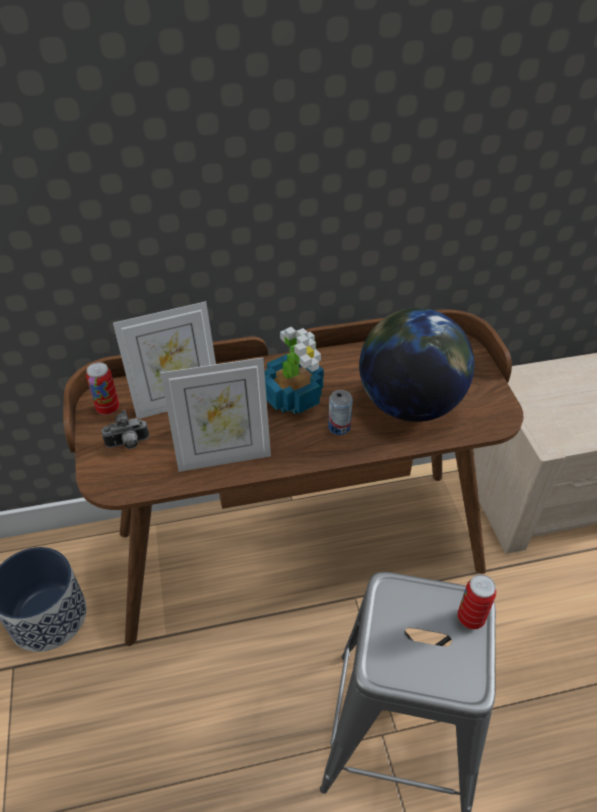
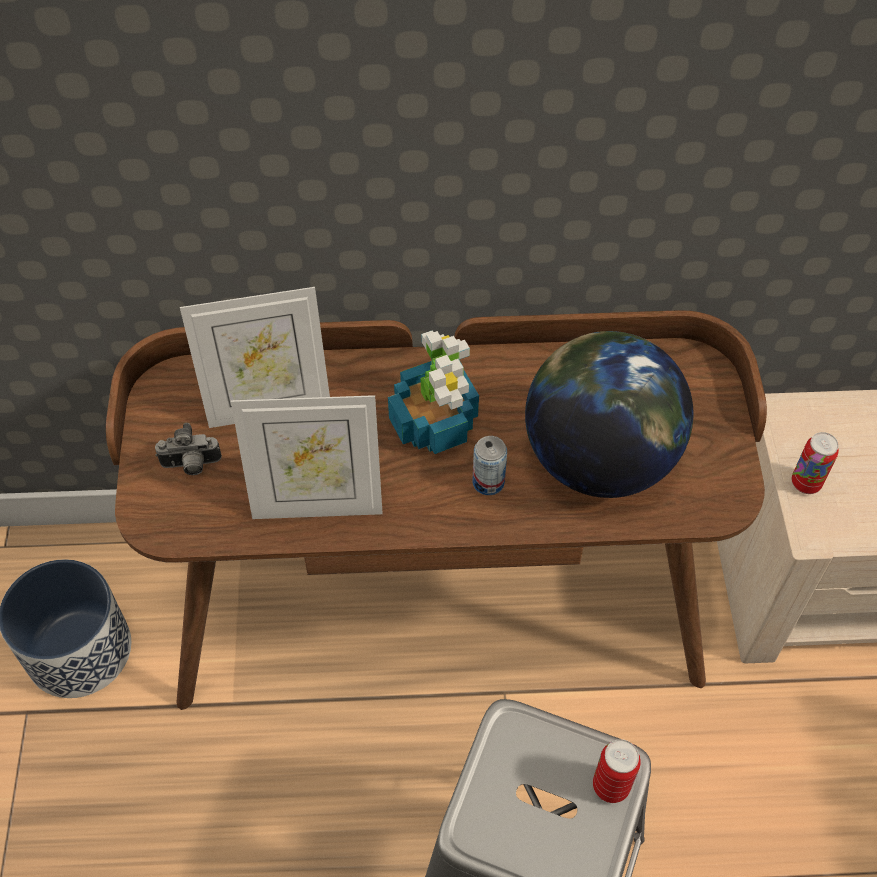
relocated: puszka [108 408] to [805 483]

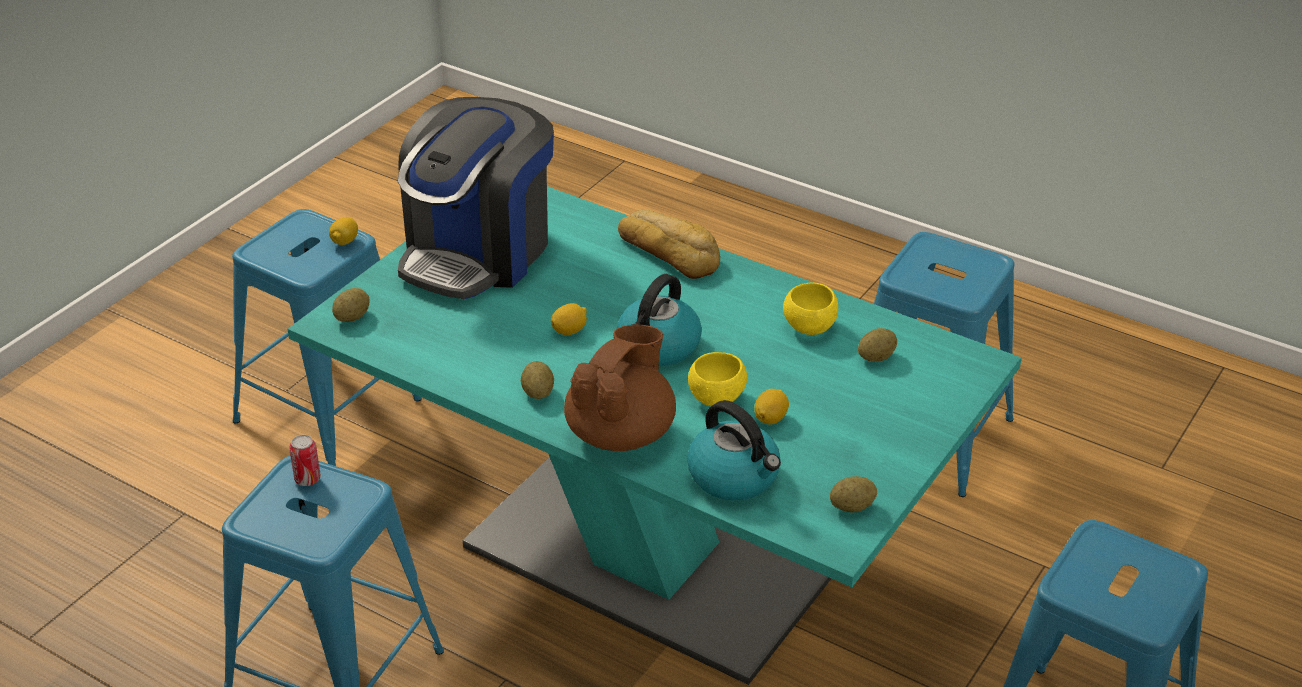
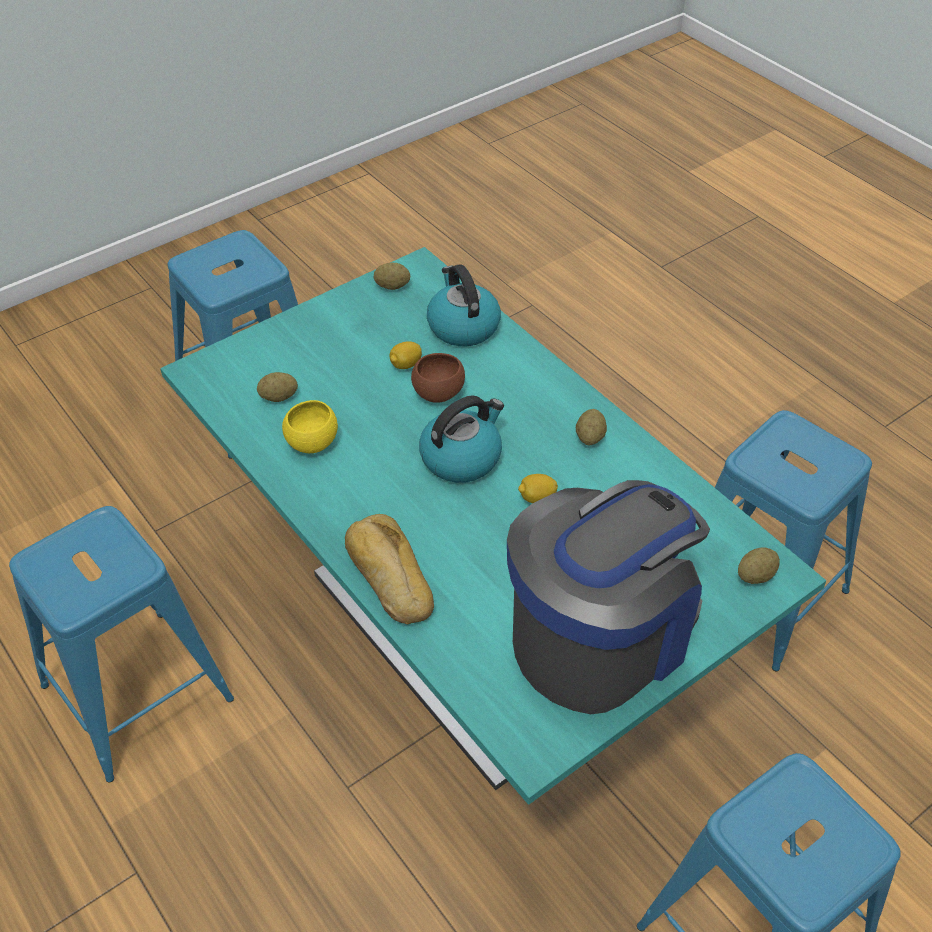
missing: puszka [307 479]; cytryna [345 241]; imbryk (brązowy) [621 433]
colour: miska (żółty) [716 398] to miska (brązowy) [438 393]

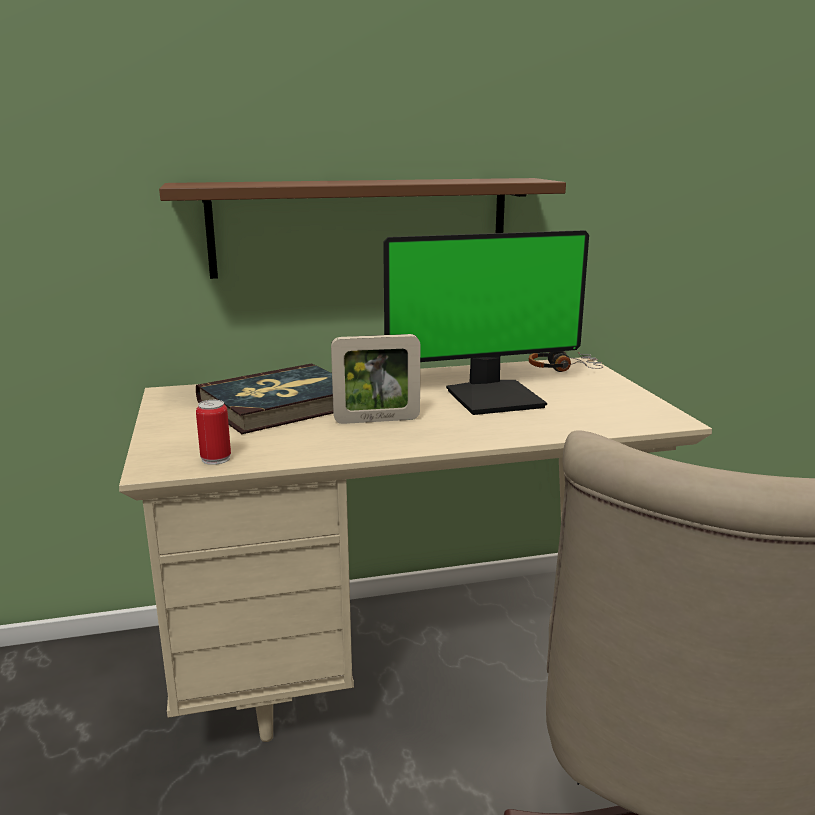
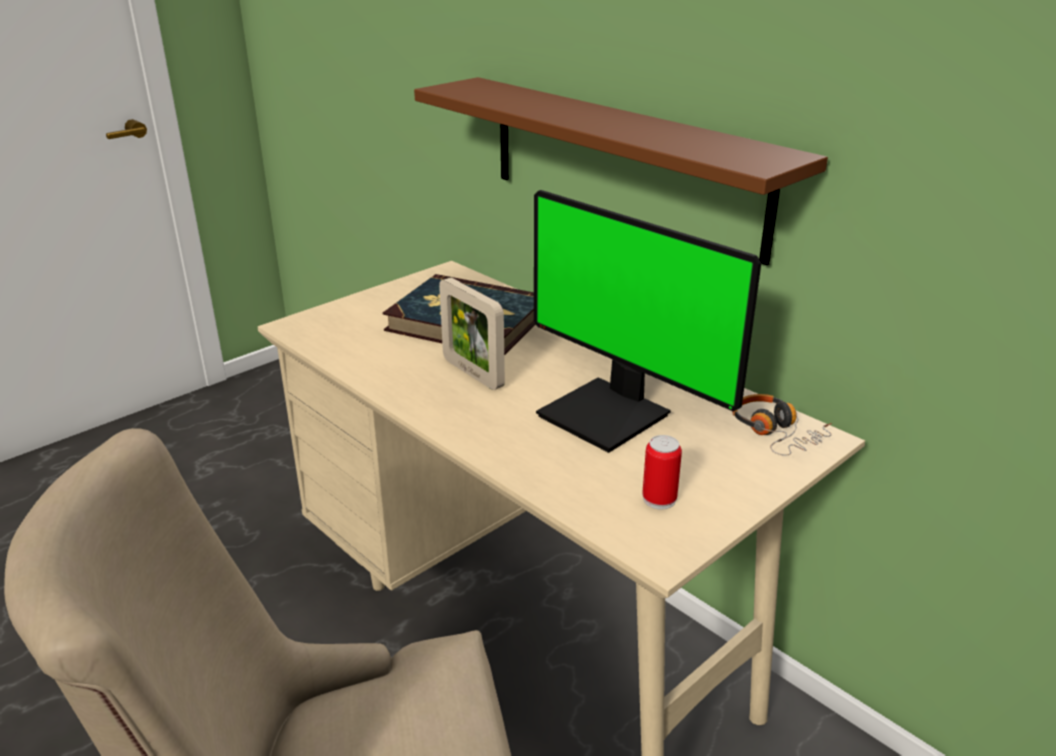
relocated: puszka [216 458] to [659 499]

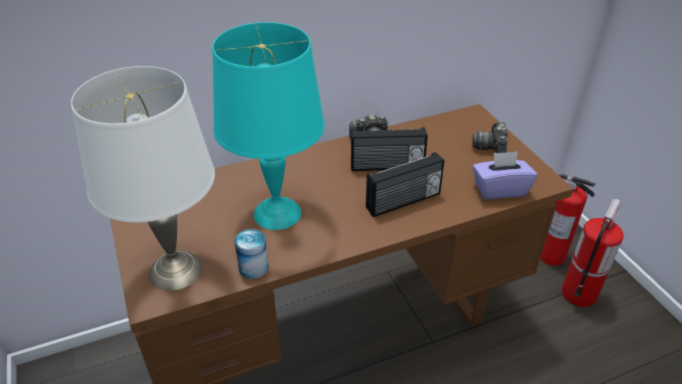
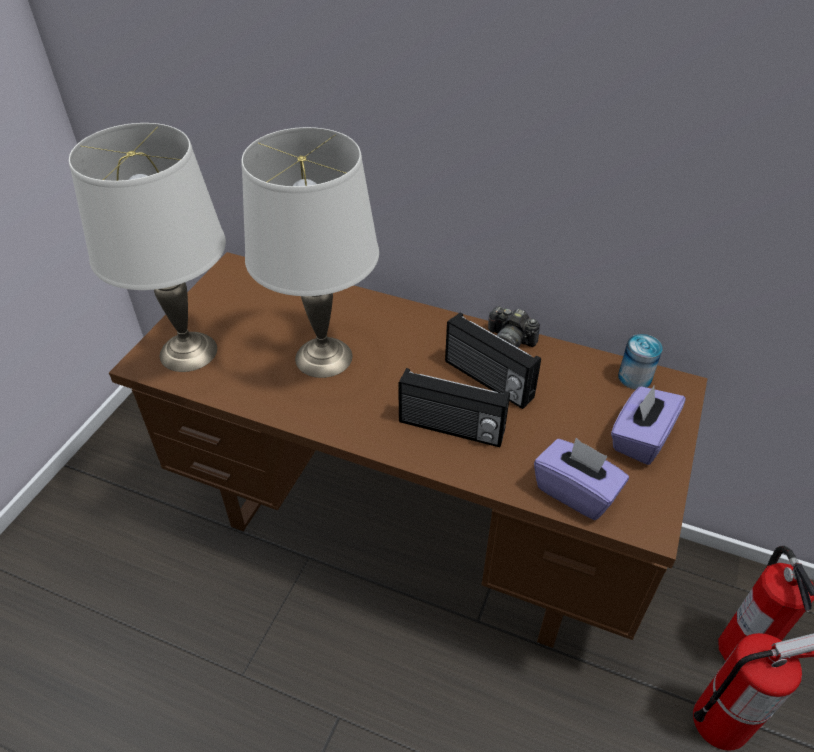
relocated: puszka [253 267] to [634 377]
exchanged: aparat fotograficzny [491 147] to pudełko chusteczek (fioletowy) [640 438]
colour: lampa stołowa (turkusowy) [276 213] to lampa stołowa (biały) [323 357]

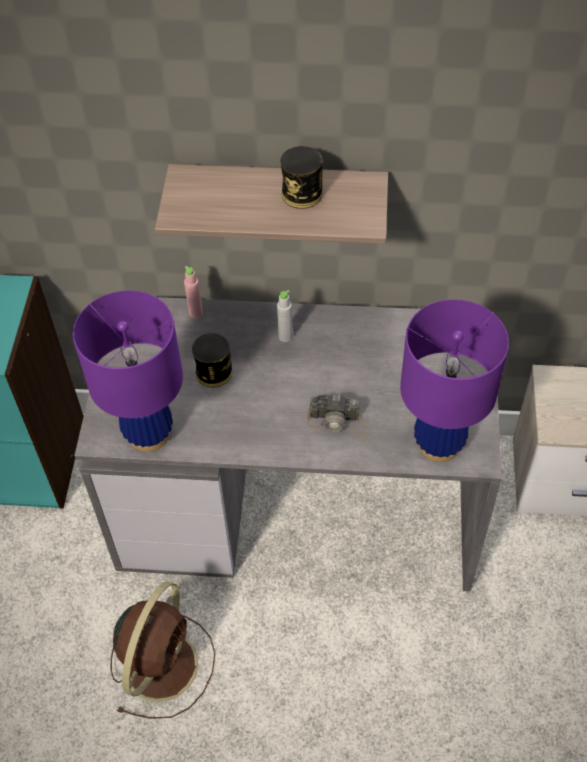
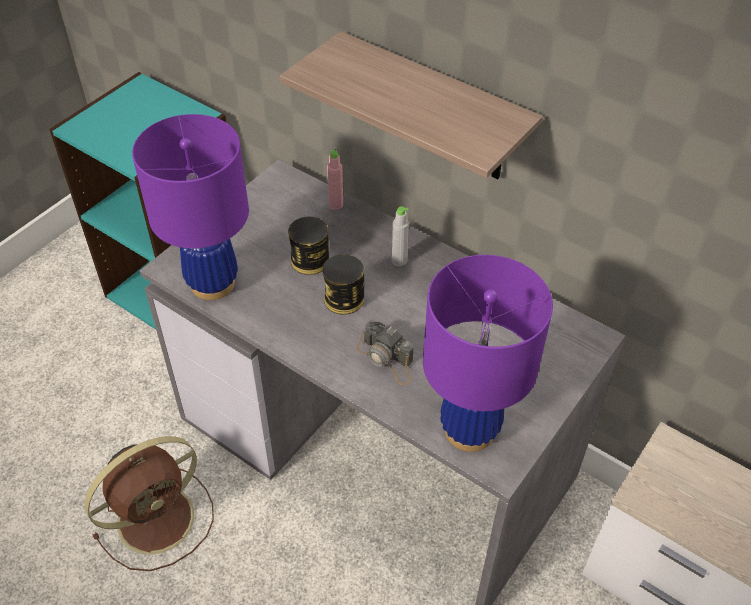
relocated: puszka [302 194] to [344 299]

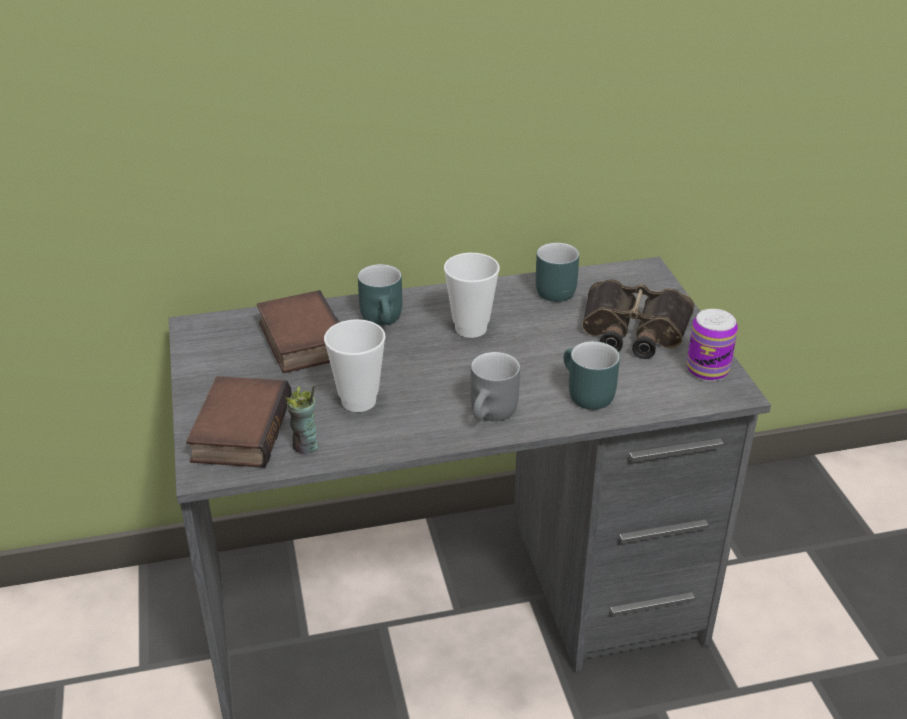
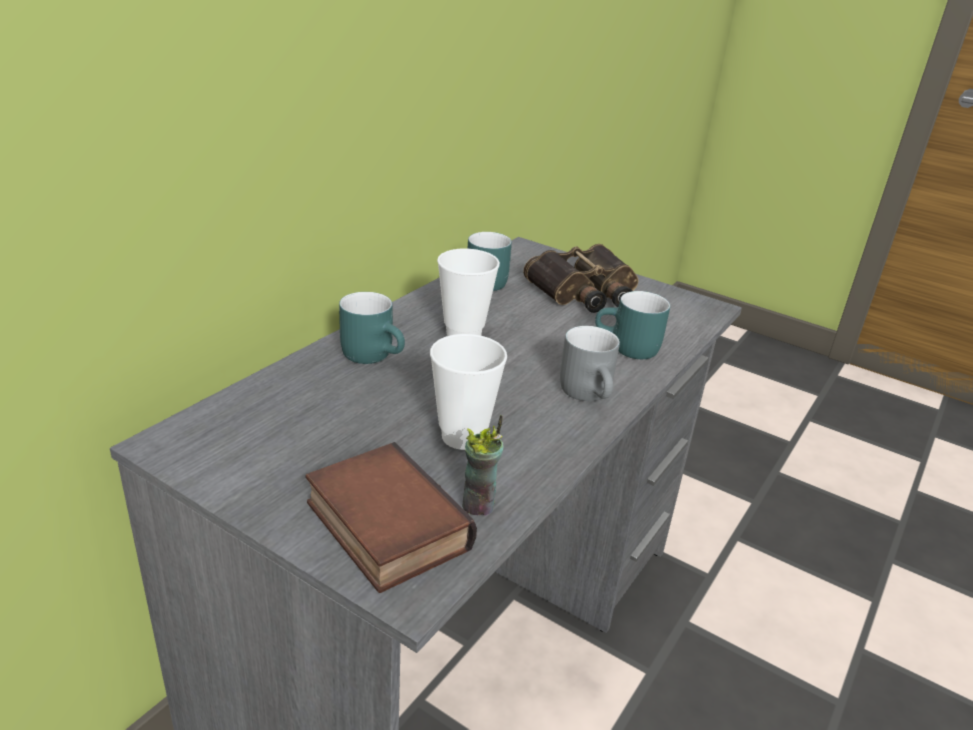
missing: książka [300 340]; puszka [707 370]

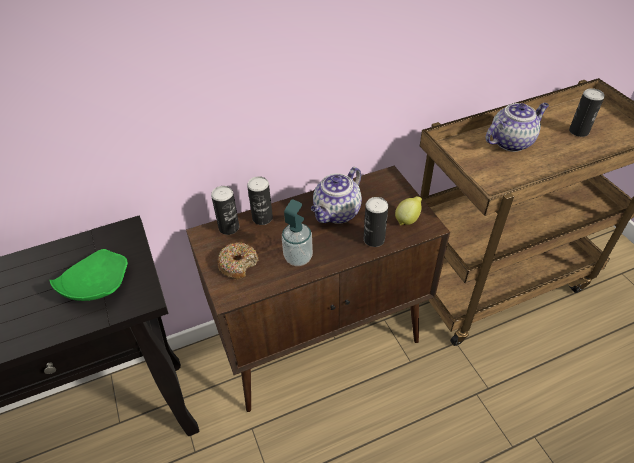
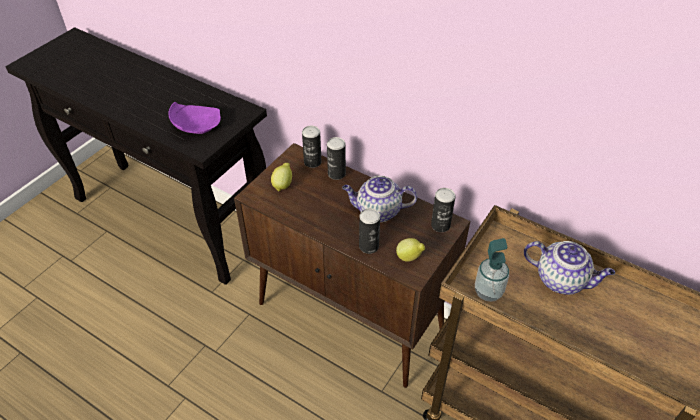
relocated: dozownik mydła [298 257] to [488 292]; puszka [578 131] to [440 225]
exchanged: donut [238 264] to cytryna [283 185]
colour: talerz (zielony) [96 286] to talerz (fioletowy) [196 125]

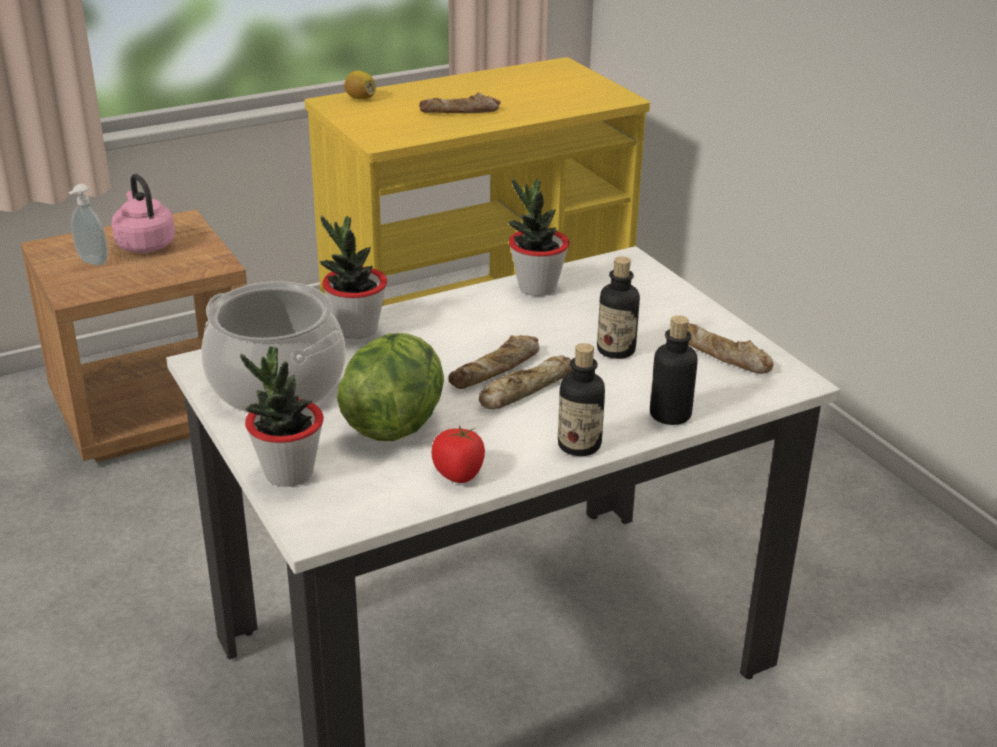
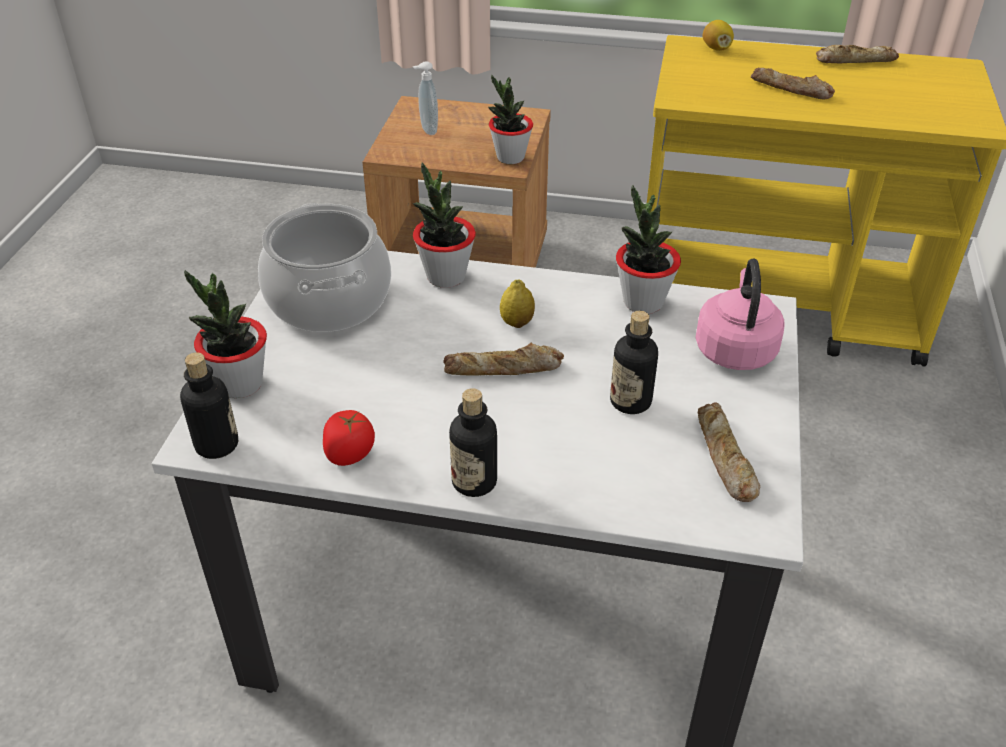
missing: sałata [395 423]
appeared: roślina doniczkowa [510 157]; cytryna [517 322]
relocated: czajnik (różowy) [145 244] to [735 348]; chleb [526 389] to [854 60]; butelka [670 415] to [217 445]

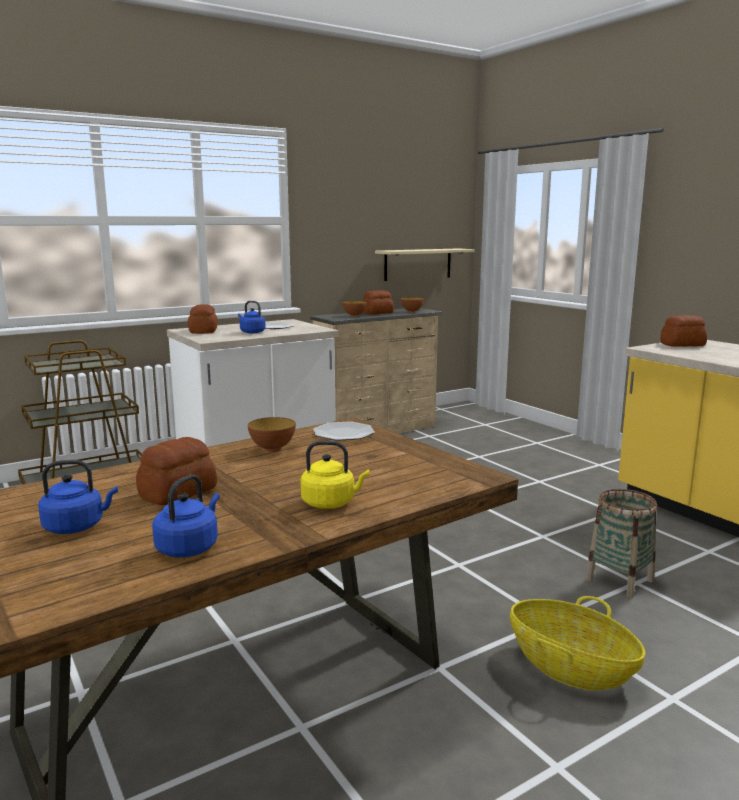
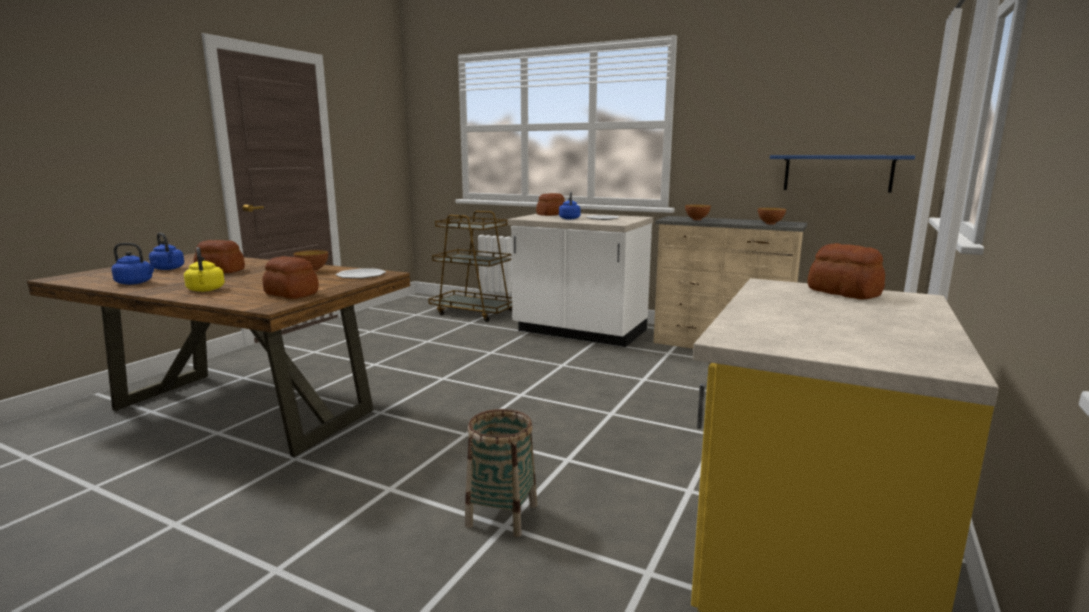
missing: koszyk [570 667]
relocated: chleb [378 313] to [291 294]
colour: półka (beżowy) [418 264] to półka (niebieski) [837 173]

